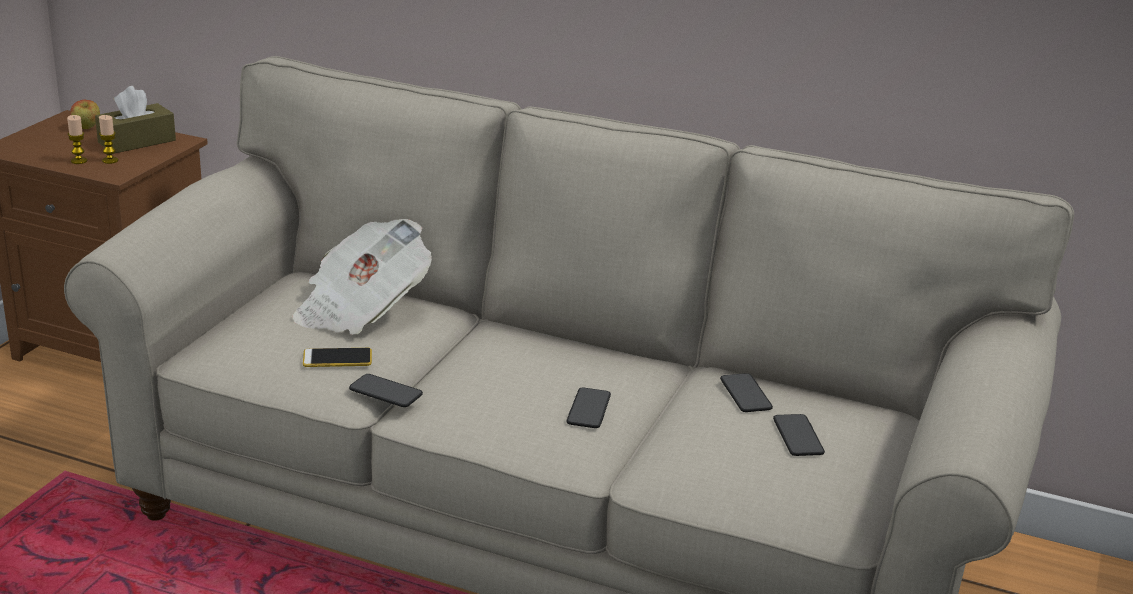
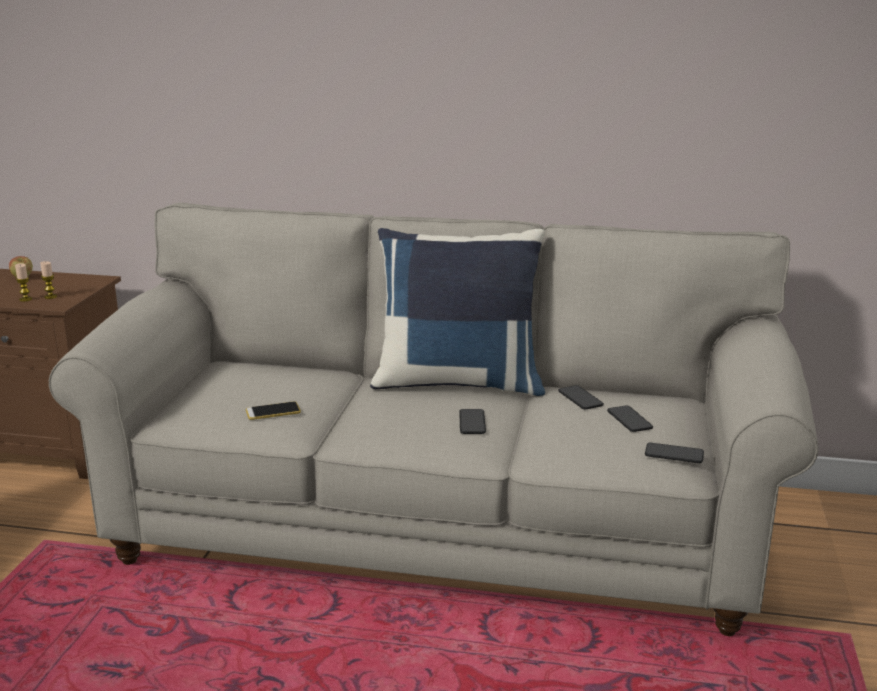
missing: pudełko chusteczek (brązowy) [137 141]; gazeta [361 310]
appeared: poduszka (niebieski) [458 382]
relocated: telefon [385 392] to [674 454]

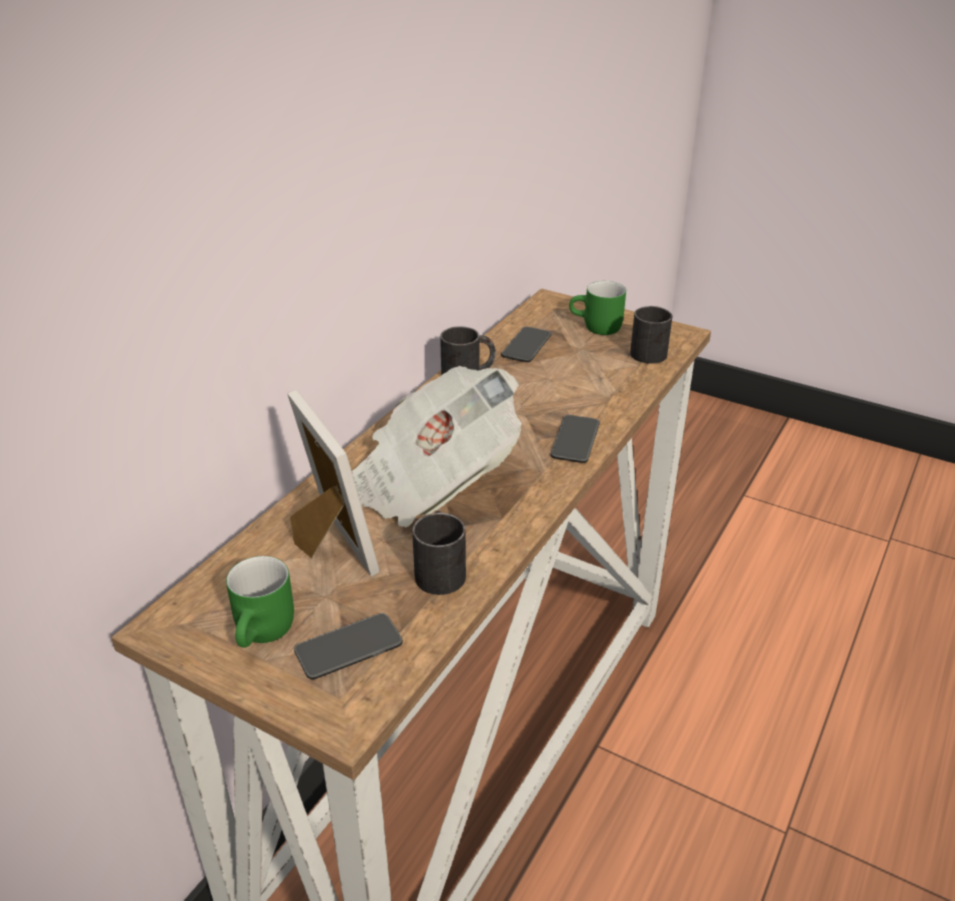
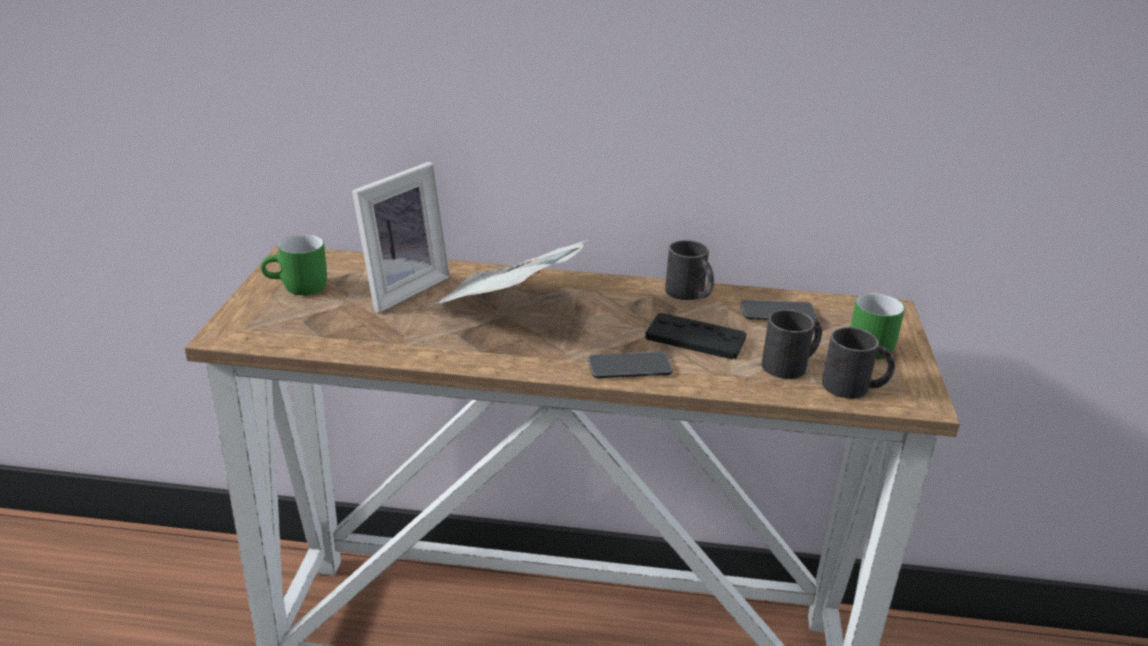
missing: telefon [348 647]
appeared: pad do gier (czarny) [695 338]
relocated: kubek (czarny) [440 569] to [791 364]

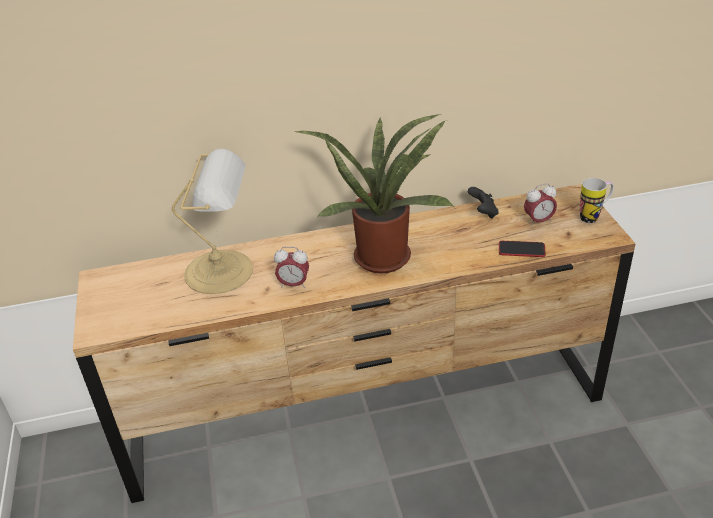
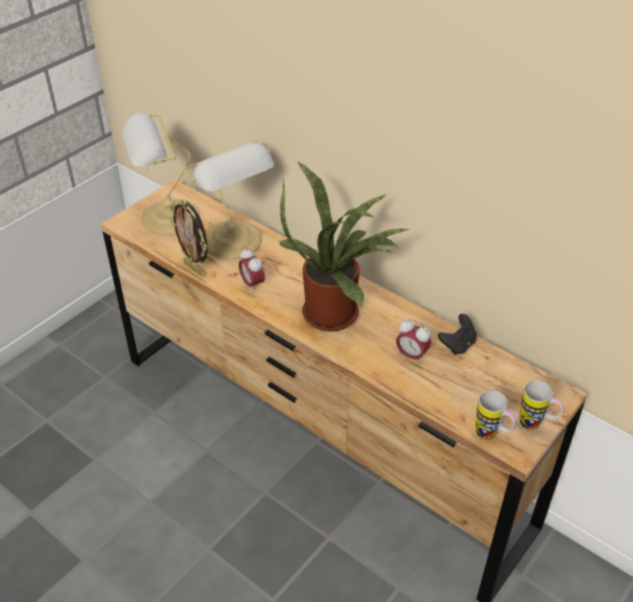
missing: telefon [521 250]
appeared: lampa stołowa [167 217]; ramka na zdjęcie [195 269]; kubek [492 436]
relocated: budzik [538 221] to [411 355]

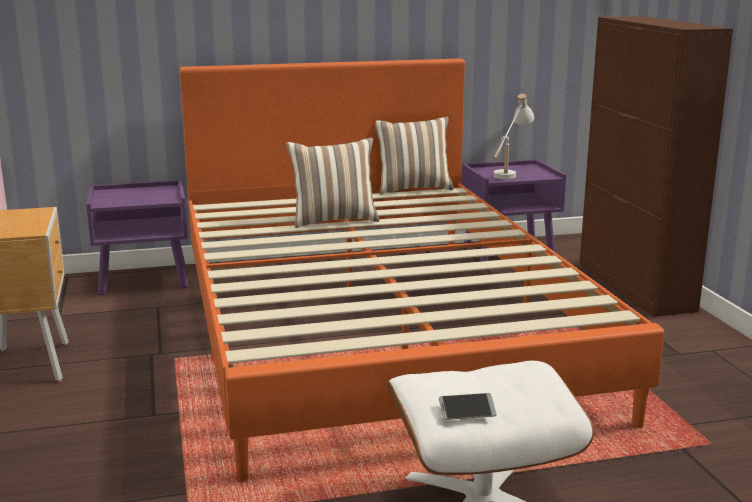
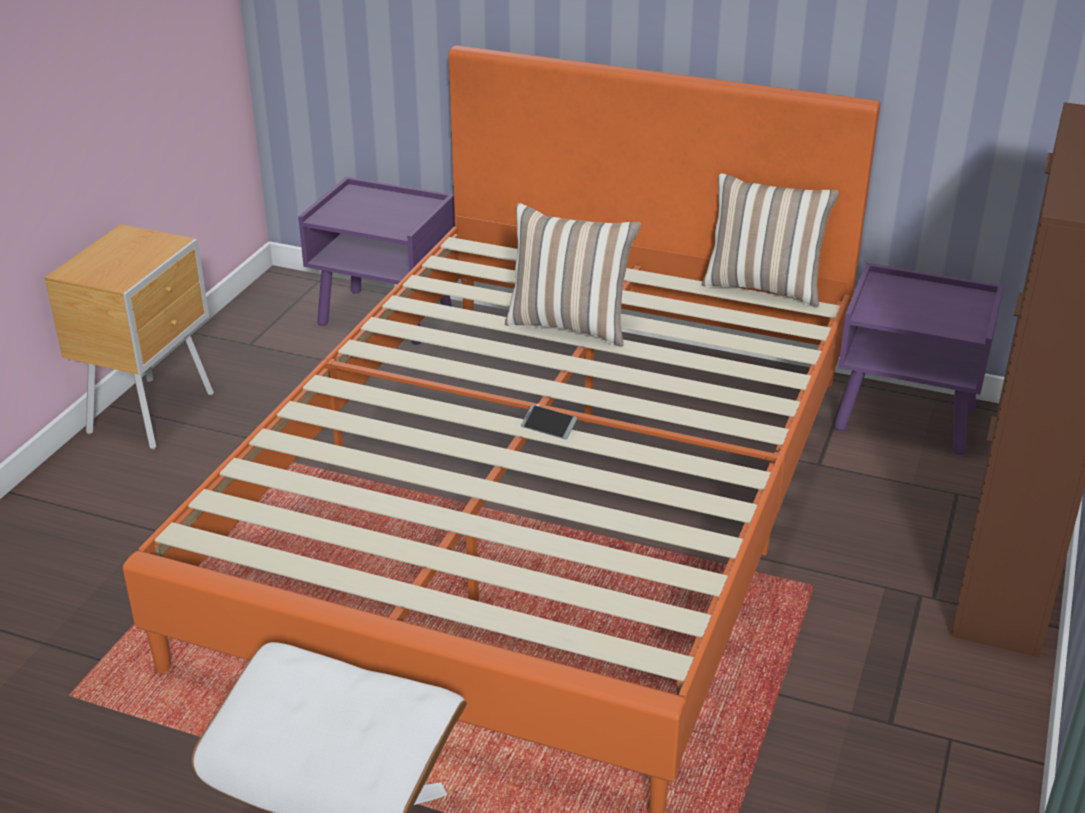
missing: lampa stołowa (biały) [509 173]
relocated: telefon [467 412] to [549 427]

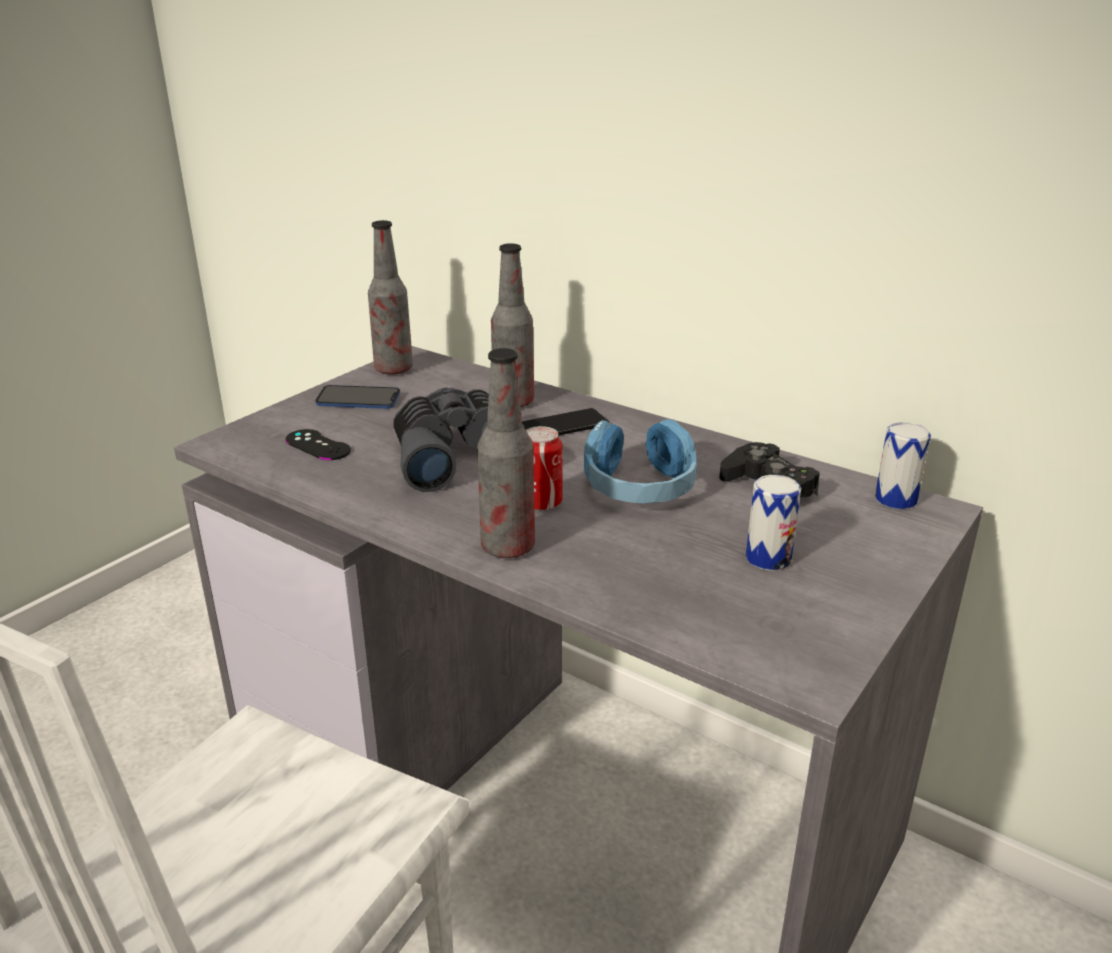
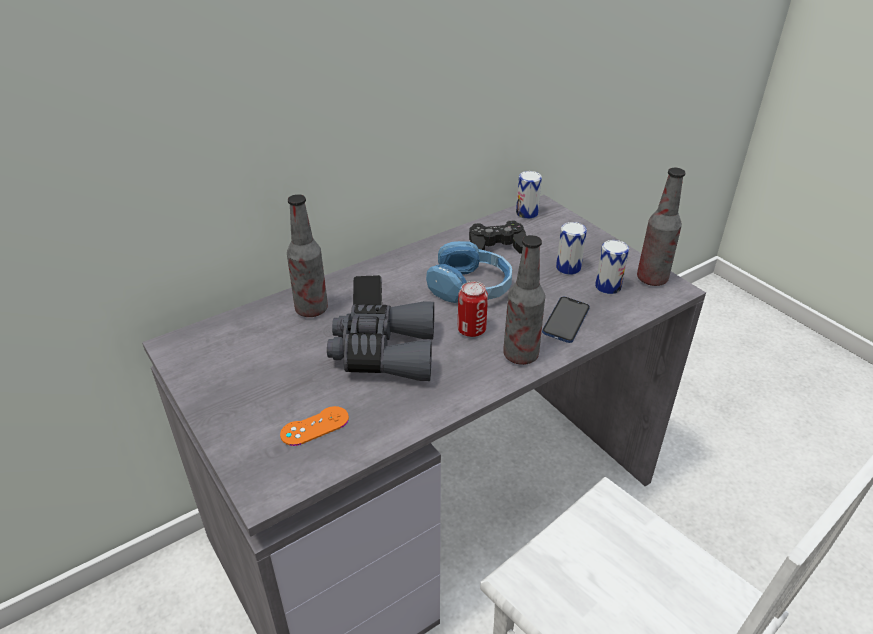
appeared: puszka [608 287]
relocated: telefon [358 399] to [566 321]; butelka [393 369] to [652 279]
colour: pad do gier (czarny) [318 445] to pad do gier (pomarańczowy) [315 426]

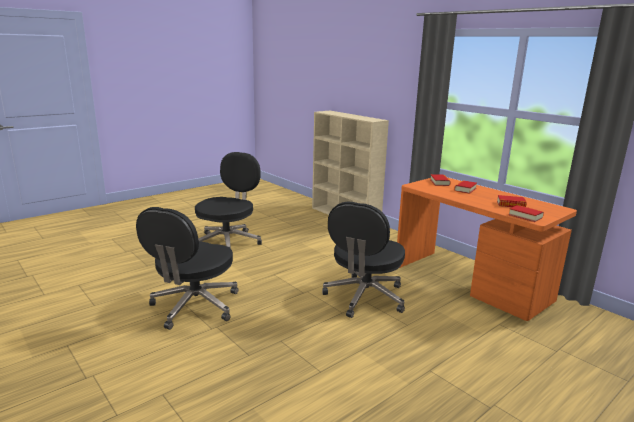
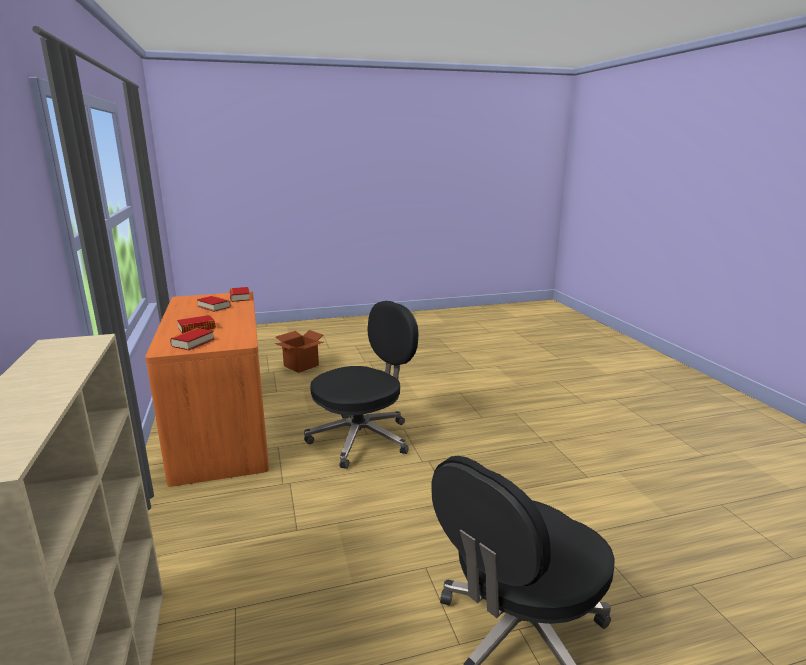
missing: krzesło biurowe (czarny) [194 306]
appeared: karton [301 365]

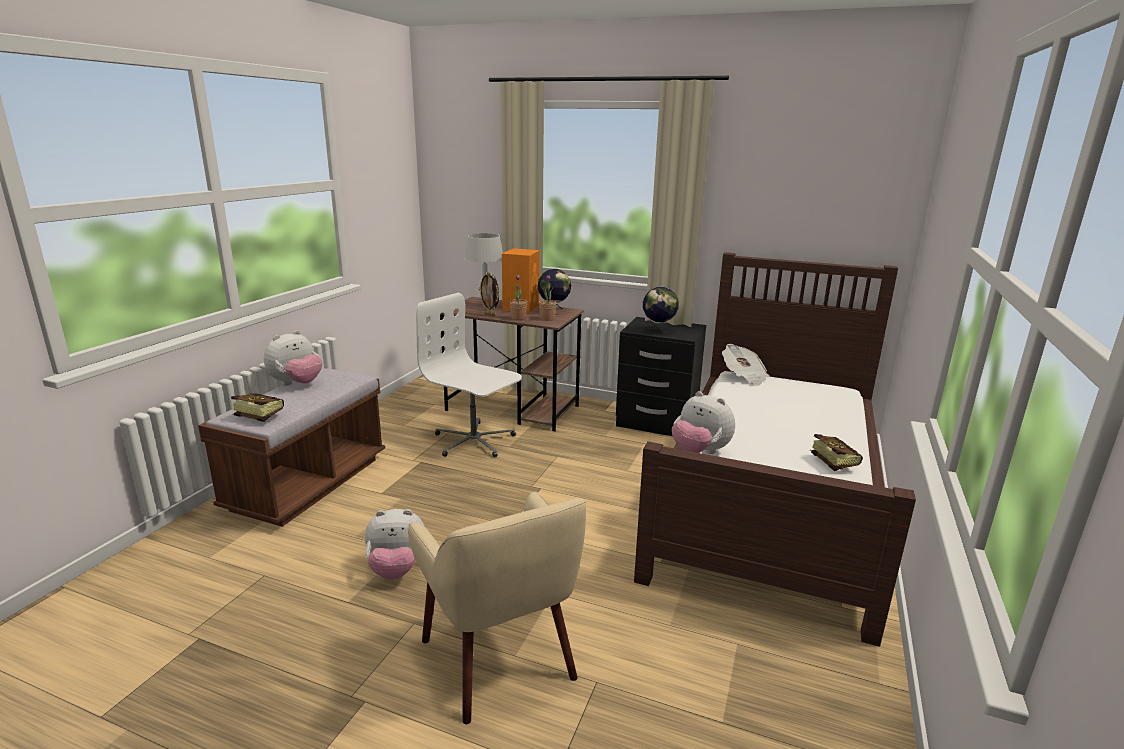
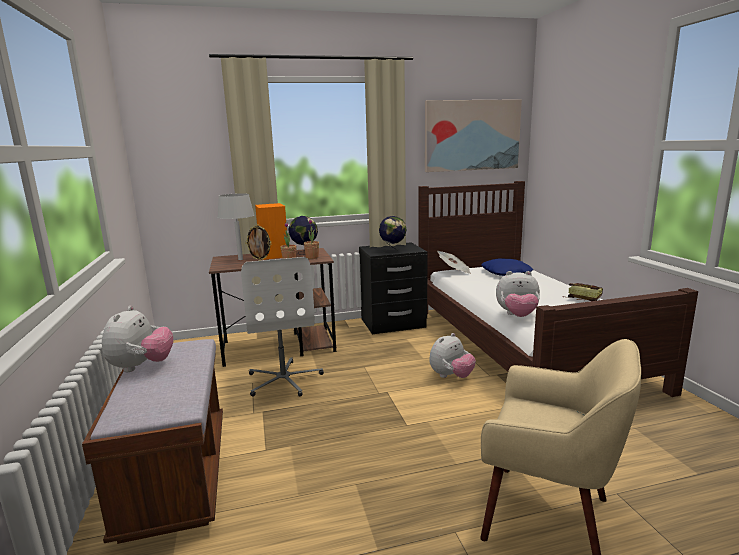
missing: książka [256 416]
appeared: obraz [472 135]; poduszka (niebieski) [506 272]
relocated: pluszak [397 569] to [451 376]
spun: krzesło biurowe (biały) [473 441] = [284 379] 105 degrees counterclockwise

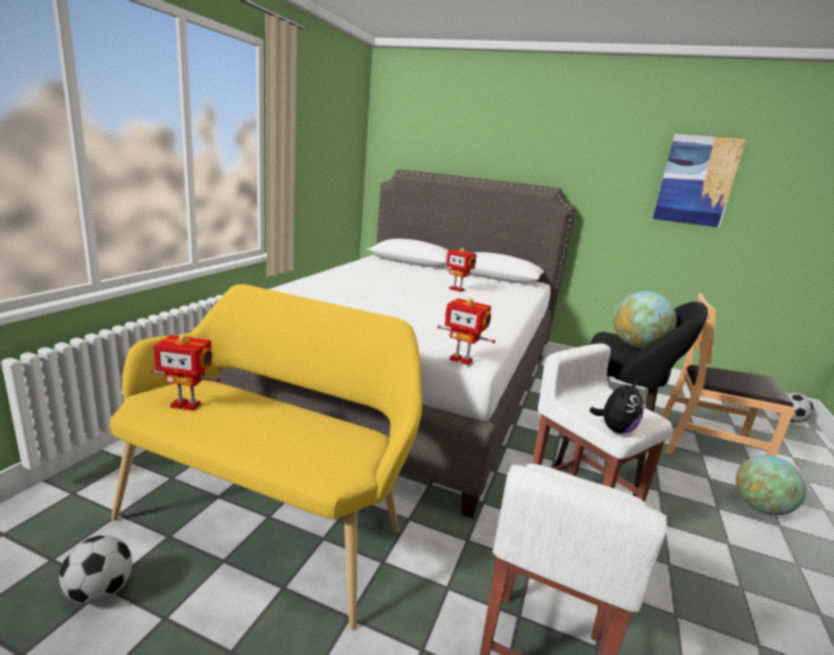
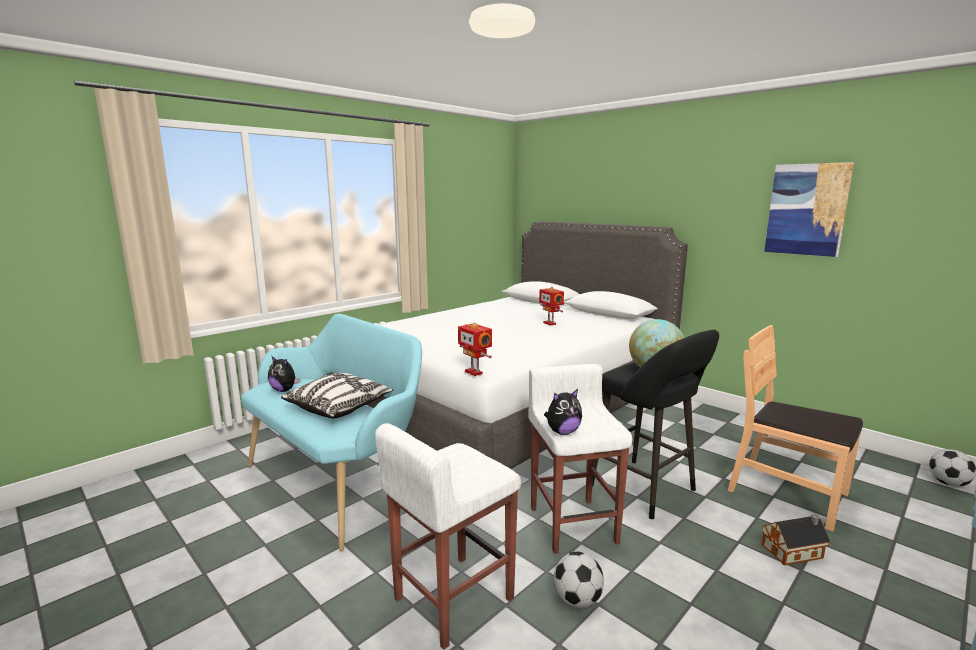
appeared: poduszka [339 407]
relocated: piłka futbolowa [100 593] to [577 600]
exchanged: robot zabawkowy [186 404] to pluszak [284 390]; globus [760 507] to domek [794 551]
colour: ławka (żółty) [271 519] to ławka (turkusowy) [337 482]

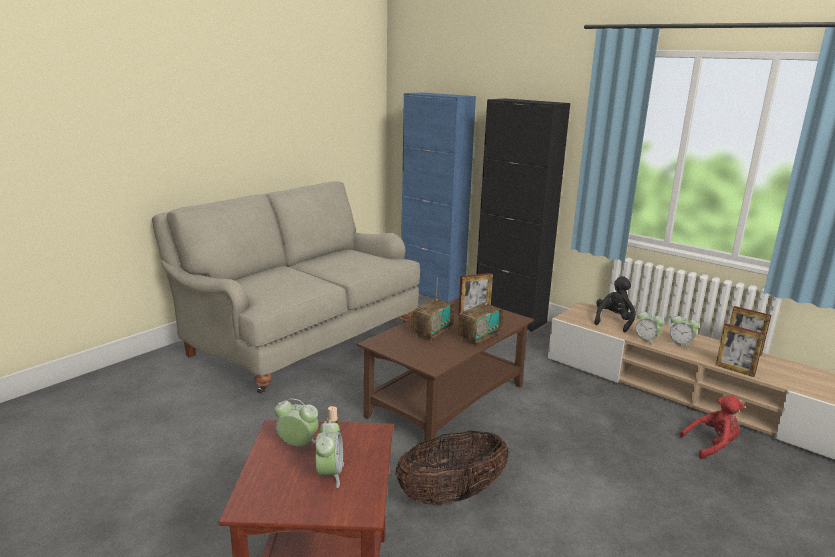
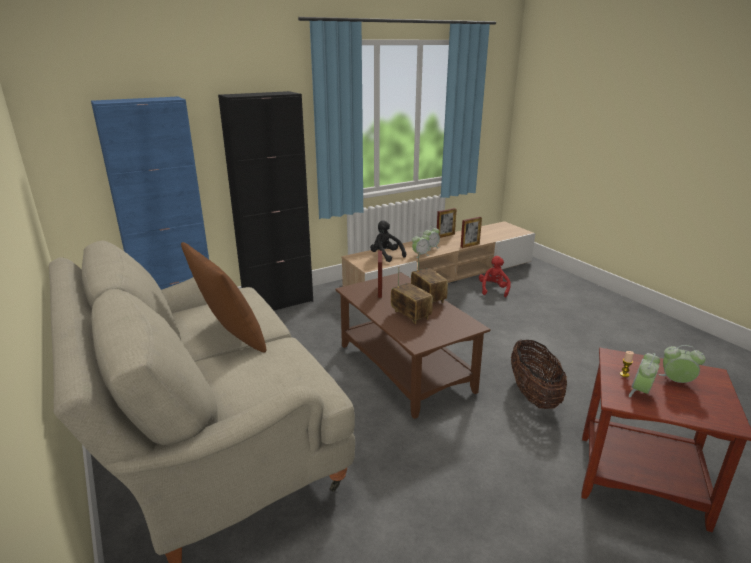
appeared: poduszka (brązowy) [230 336]

